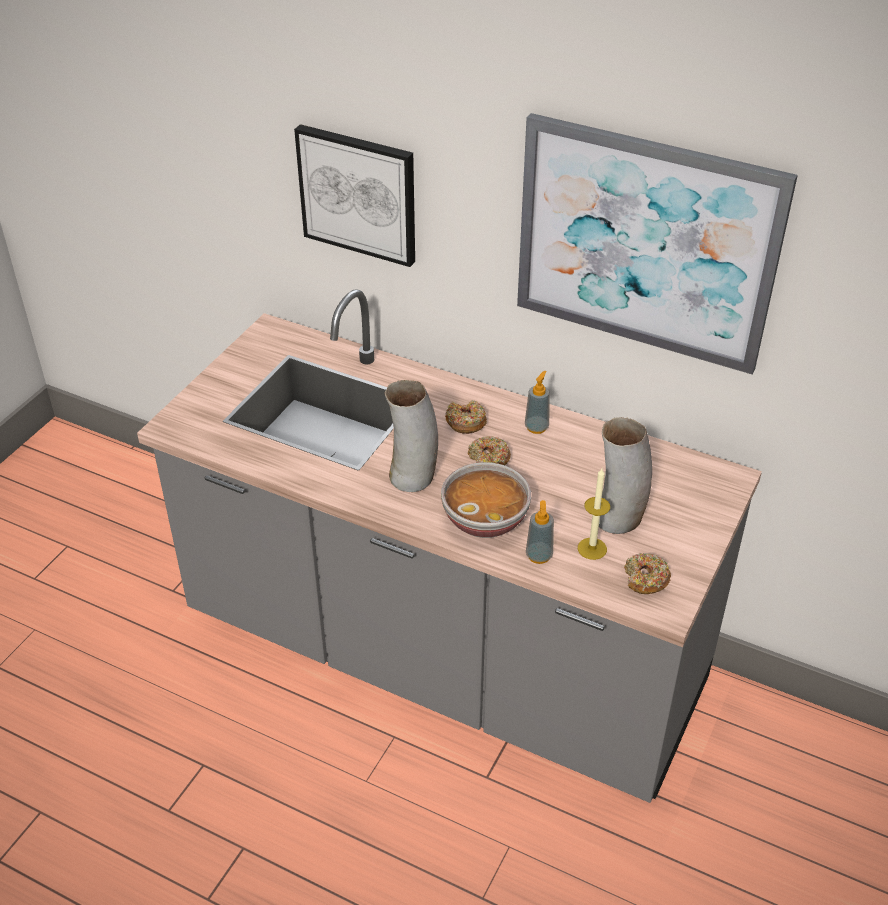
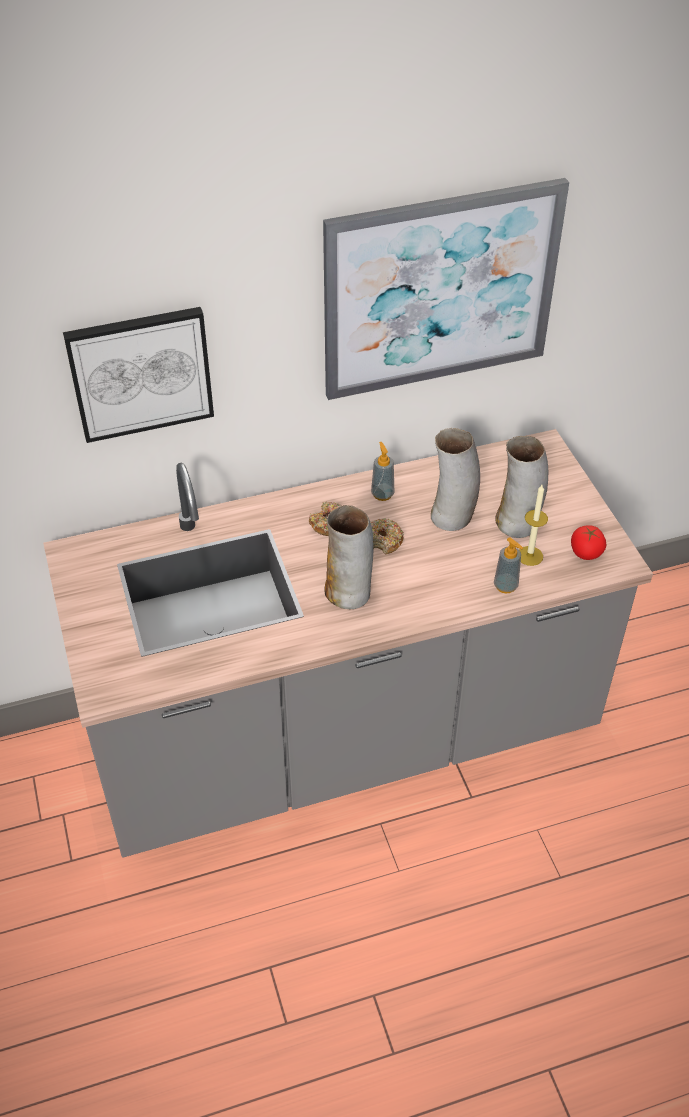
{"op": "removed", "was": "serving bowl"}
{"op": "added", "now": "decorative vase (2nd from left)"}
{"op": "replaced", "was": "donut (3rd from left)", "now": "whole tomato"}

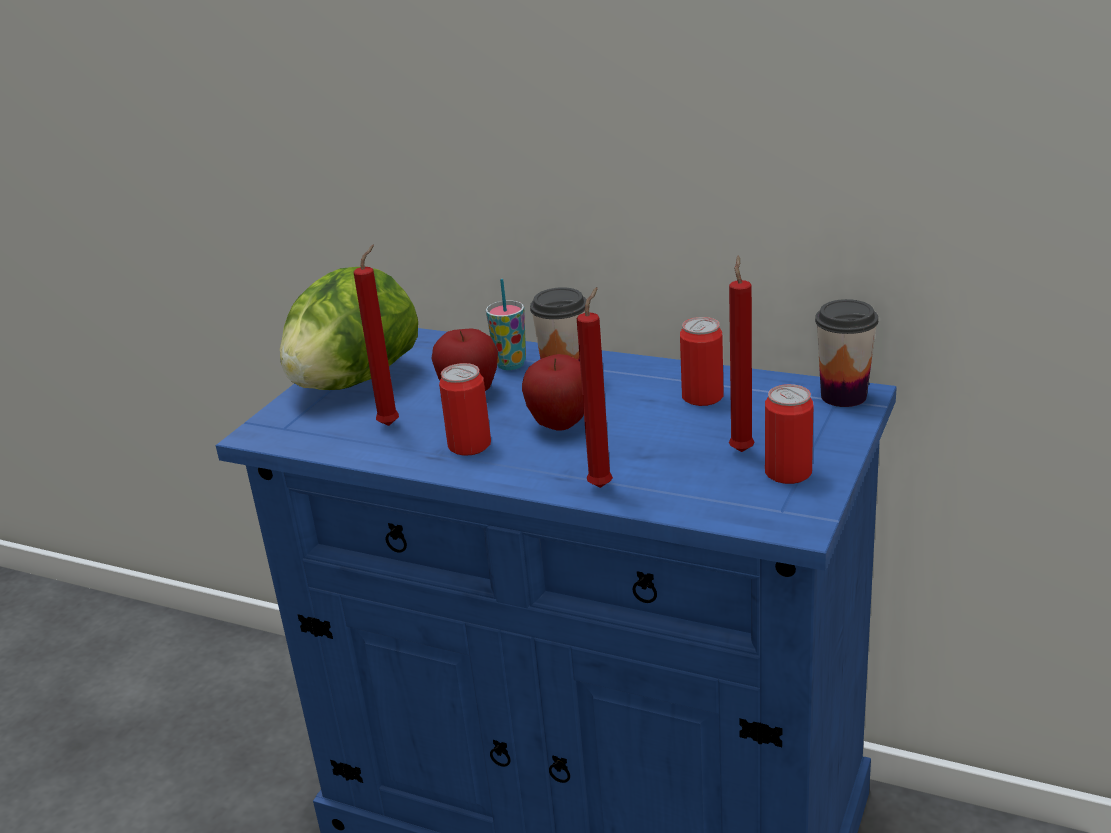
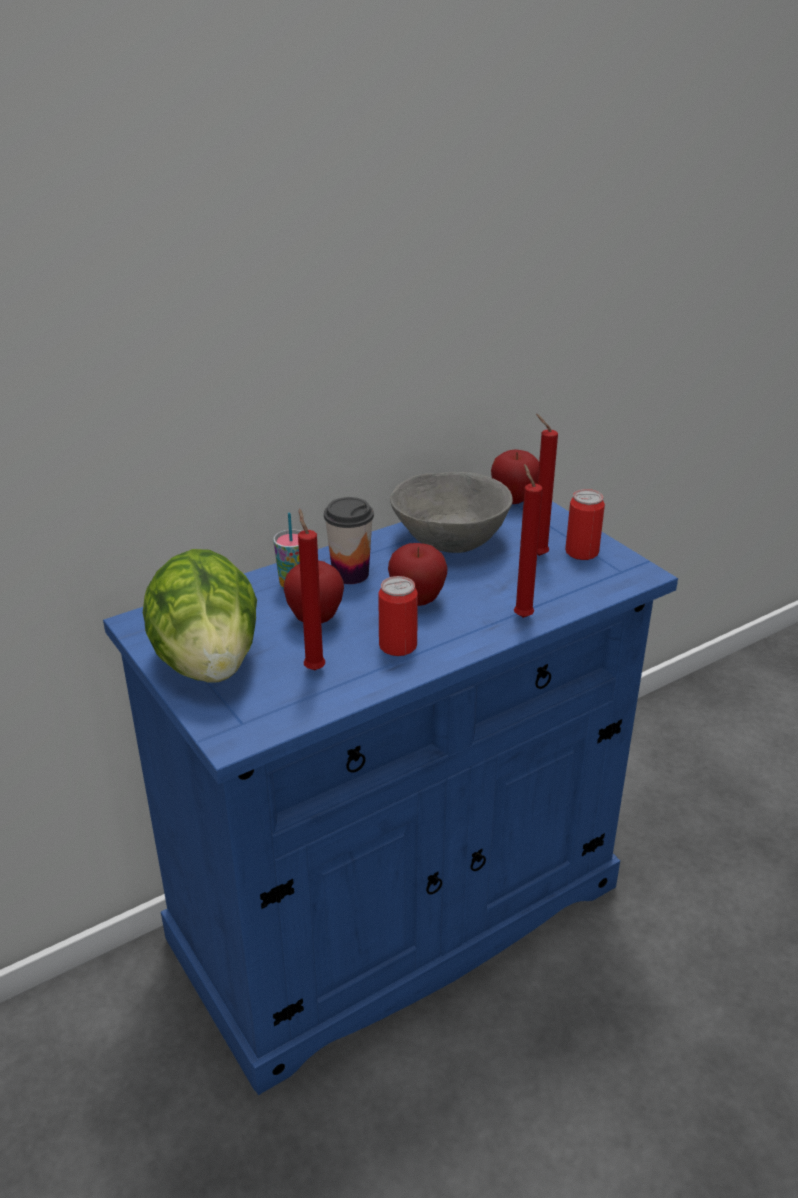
{"op": "replaced", "was": "metal can (2nd from left)", "now": "greyish serving bowl"}
{"op": "replaced", "was": "small cup (3rd from left)", "now": "apple (3rd from left)"}

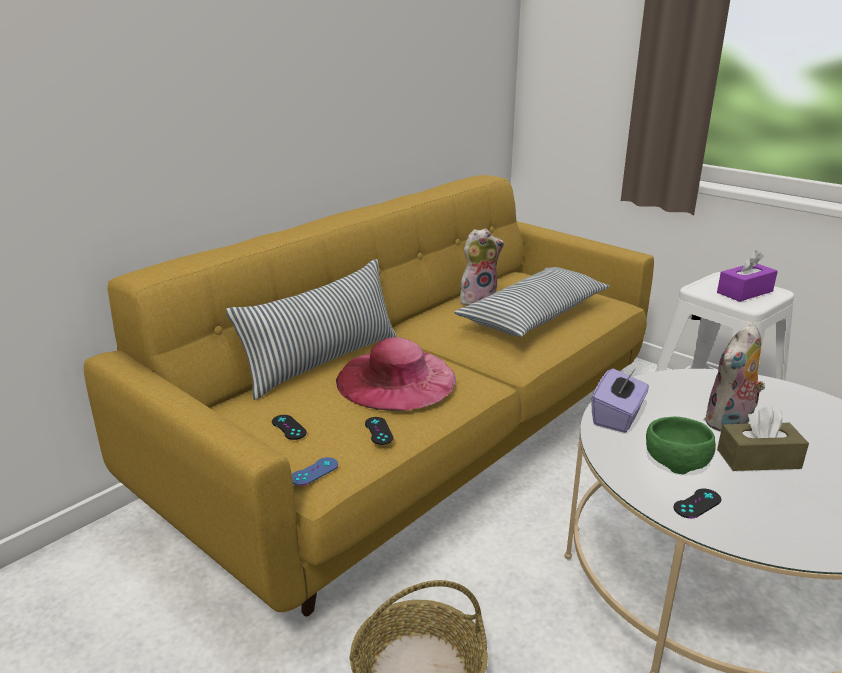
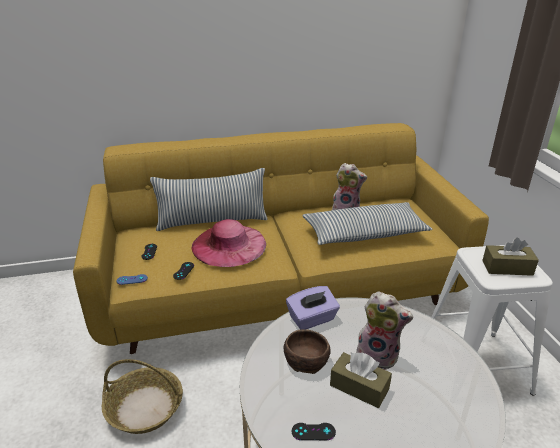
{"op": "moved", "was": "black-coloured joypad (3rd from left)"}
{"op": "recoloured", "was": "green-coloured serving bowl", "now": "brown-coloured serving bowl"}
{"op": "recoloured", "was": "purple box of tissues (2nd from left)", "now": "brown-coloured box of tissues (2nd from left)"}
{"op": "turned", "was": "plush toy (2nd from left)", "clockwise": -150}

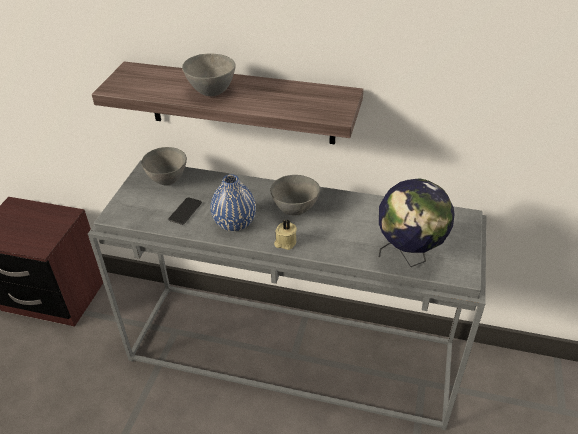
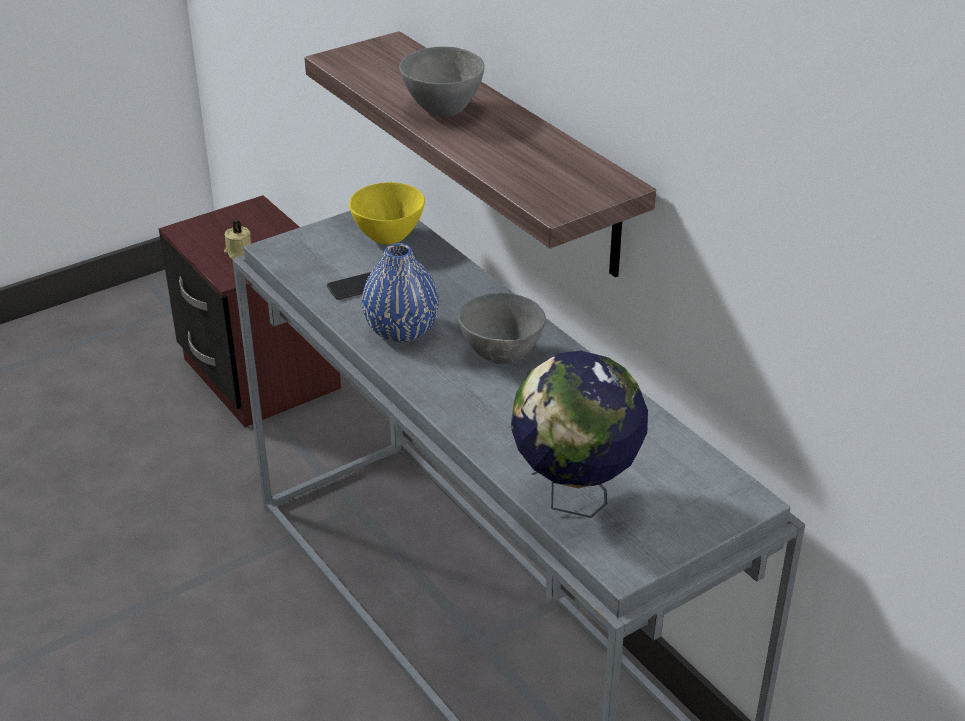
{"op": "moved", "was": "beige wax light"}
{"op": "recoloured", "was": "greyish serving bowl (1st from left)", "now": "yellow serving bowl"}

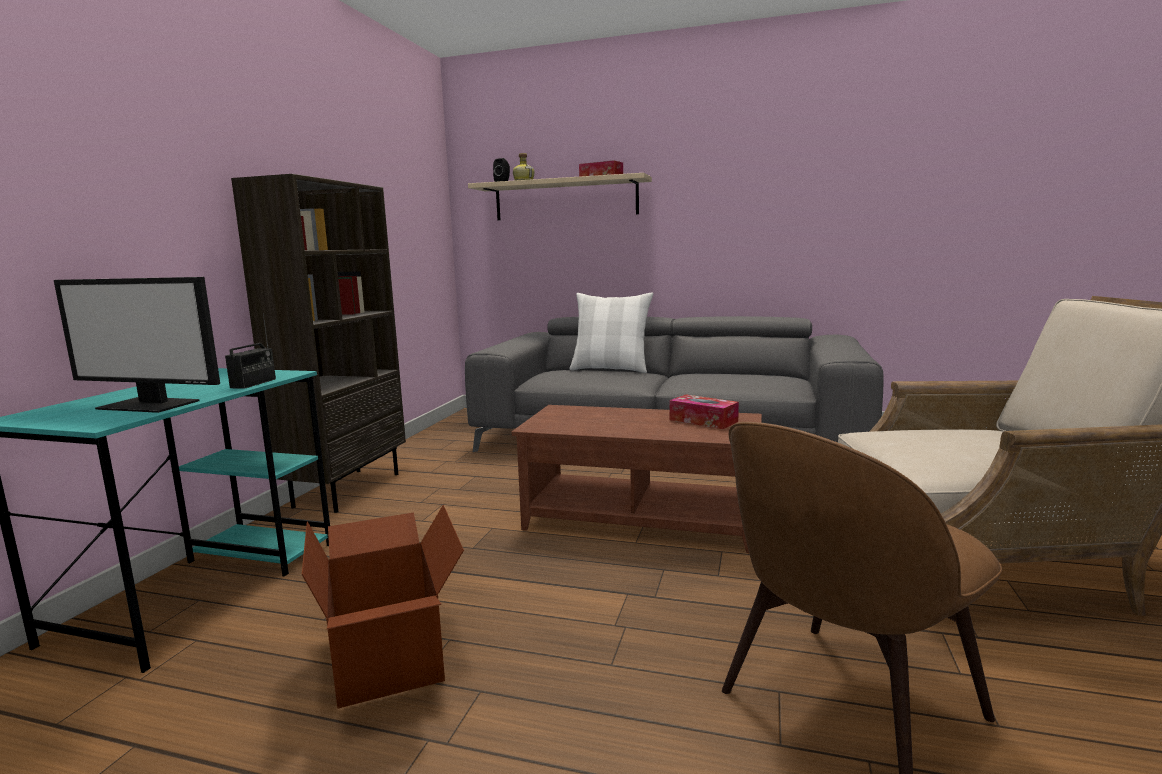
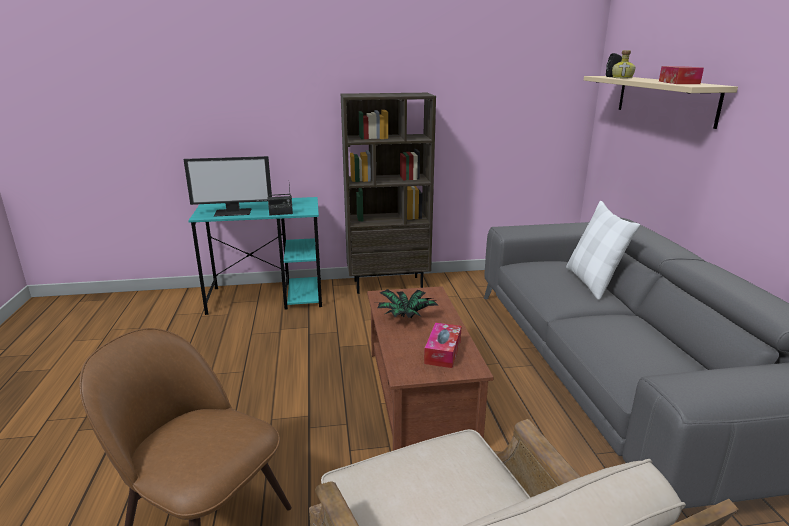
{"op": "removed", "was": "cardboard box"}
{"op": "added", "now": "potted plant"}
{"op": "turned", "was": "computer display", "clockwise": -90}

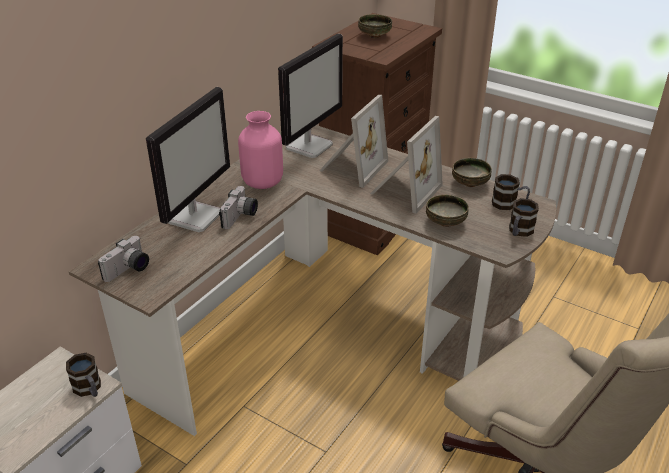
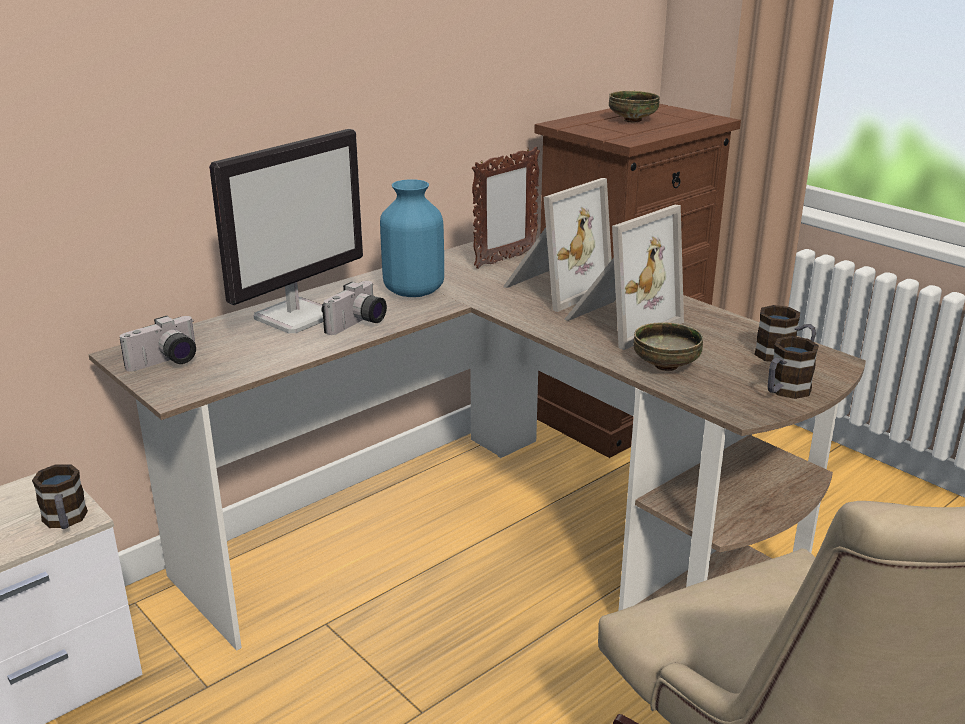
{"op": "removed", "was": "serving bowl (3rd from left)"}
{"op": "replaced", "was": "computer display (2nd from left)", "now": "standing frame (1st from left)"}
{"op": "recoloured", "was": "pink decorative vase", "now": "blue decorative vase"}

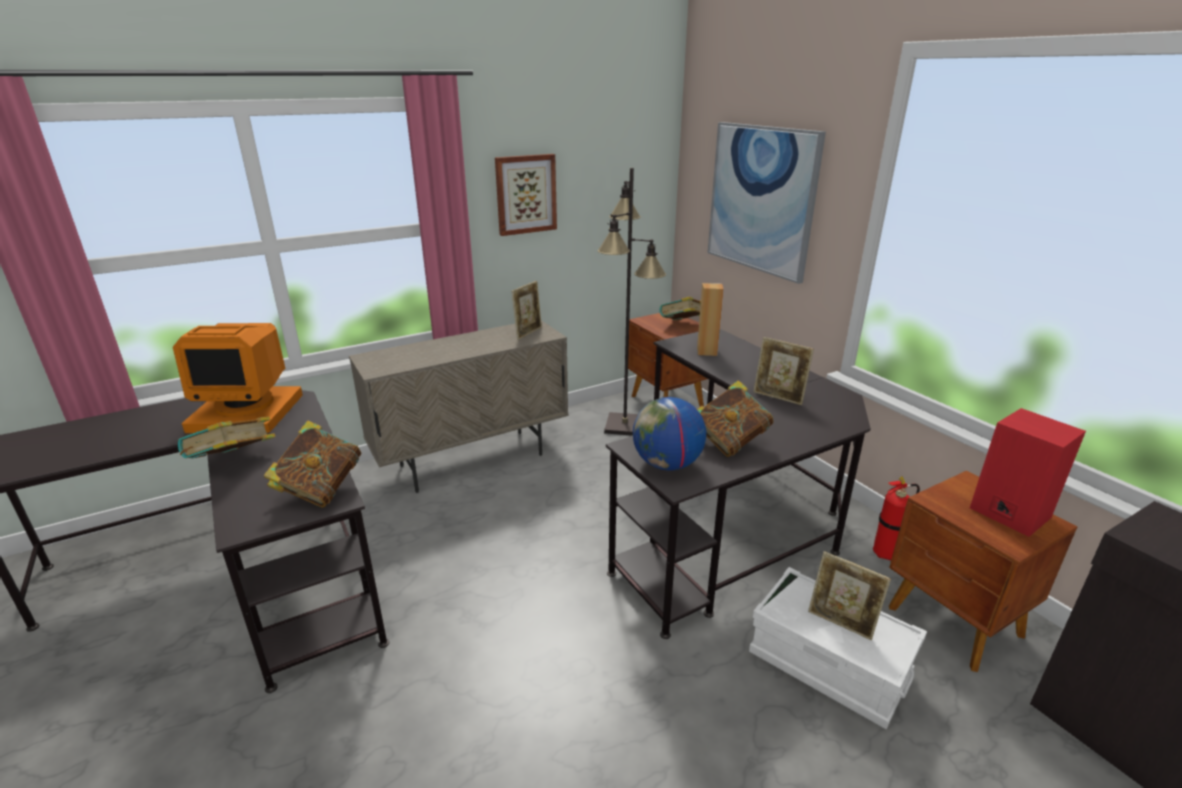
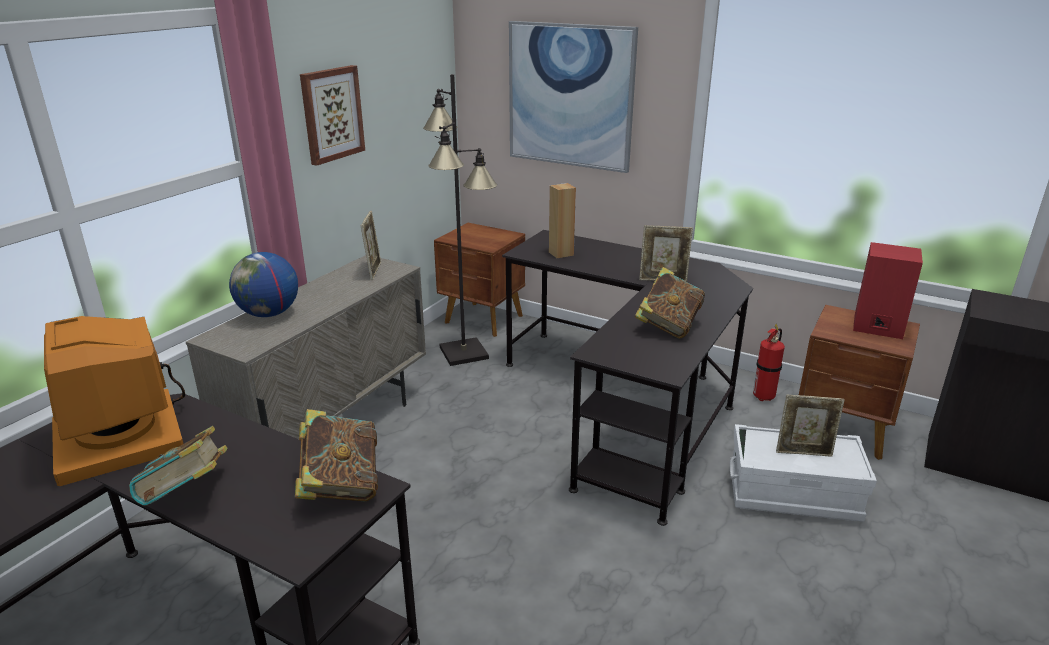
{"op": "removed", "was": "book (3rd from left)"}
{"op": "moved", "was": "globe"}
{"op": "turned", "was": "computer display", "clockwise": 90}

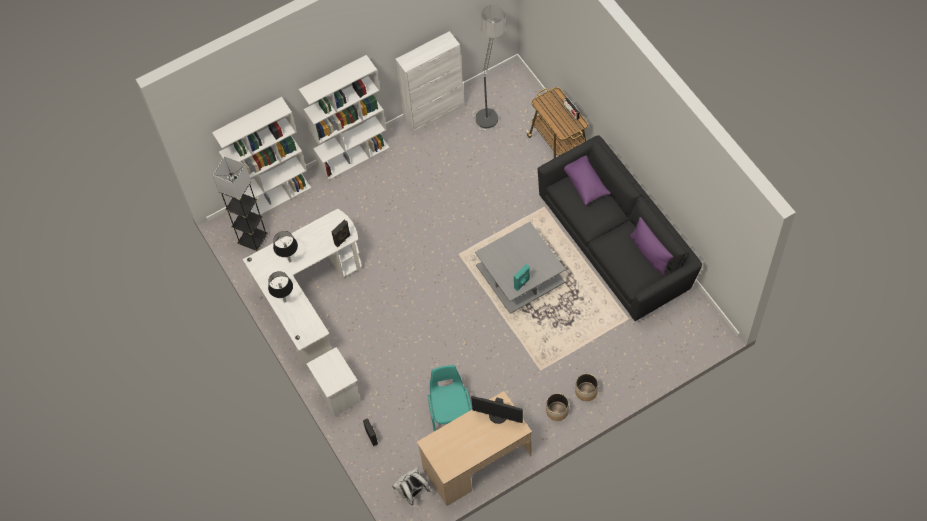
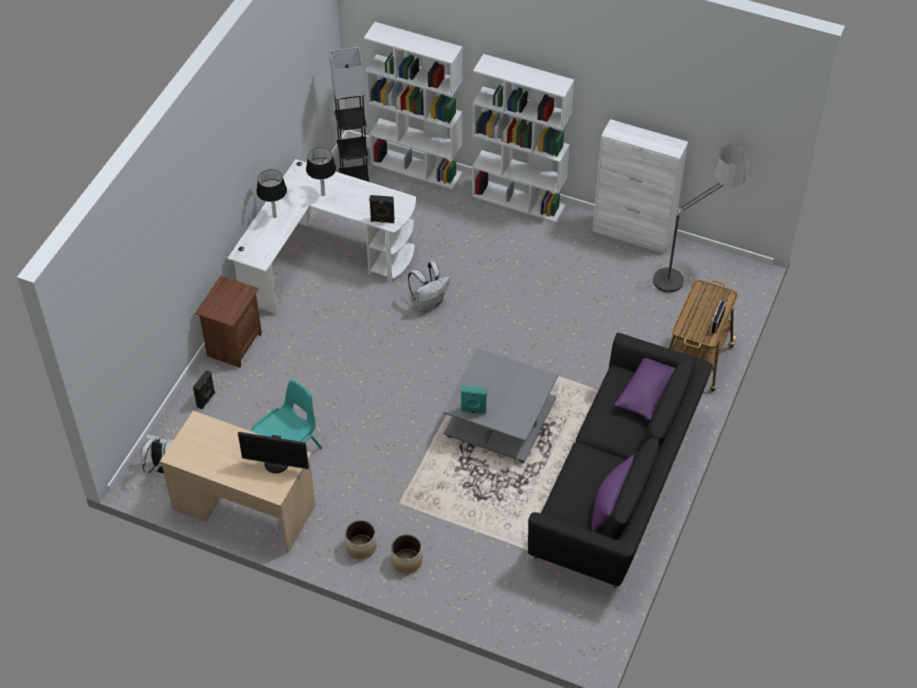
{"op": "added", "now": "white knapsack (2nd from left)"}
{"op": "recoloured", "was": "white night table", "now": "brown-coloured night table"}
{"op": "turned", "was": "computer display", "clockwise": -60}

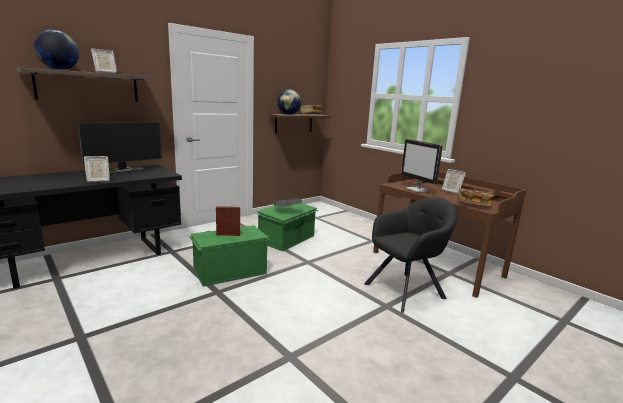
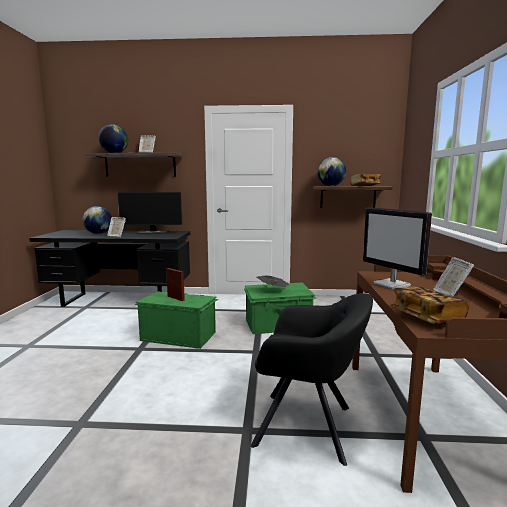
{"op": "added", "now": "globe (1st from left)"}
{"op": "turned", "was": "computer display (2nd from left)", "clockwise": -45}

